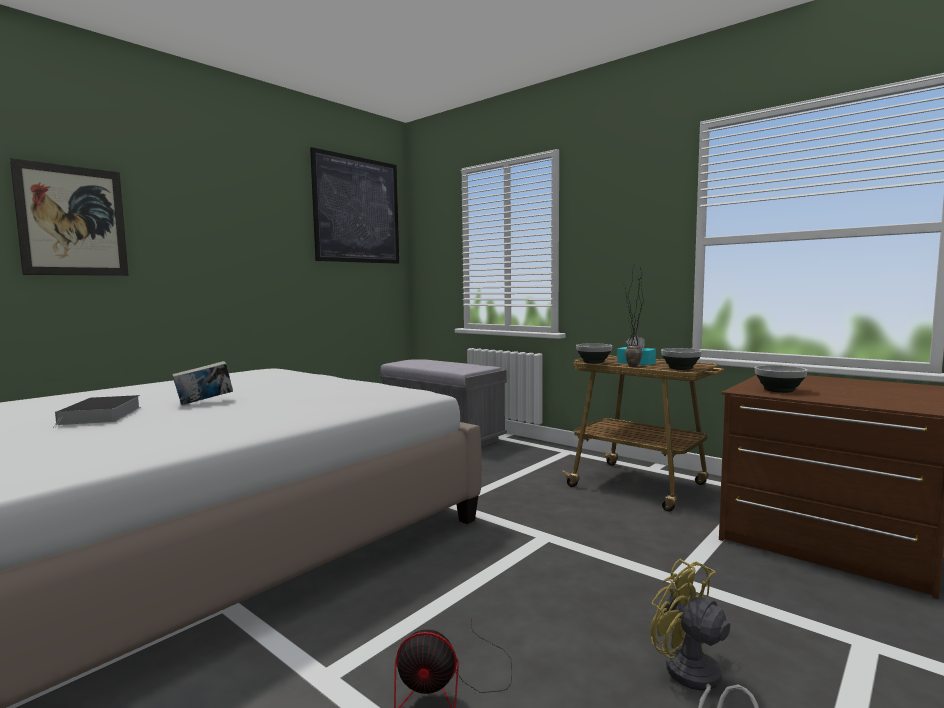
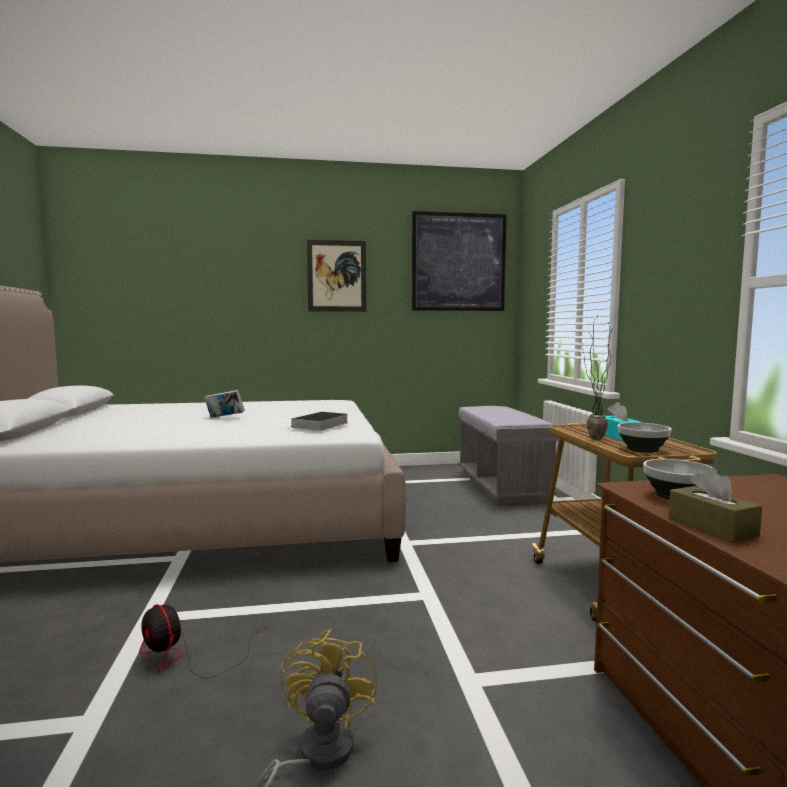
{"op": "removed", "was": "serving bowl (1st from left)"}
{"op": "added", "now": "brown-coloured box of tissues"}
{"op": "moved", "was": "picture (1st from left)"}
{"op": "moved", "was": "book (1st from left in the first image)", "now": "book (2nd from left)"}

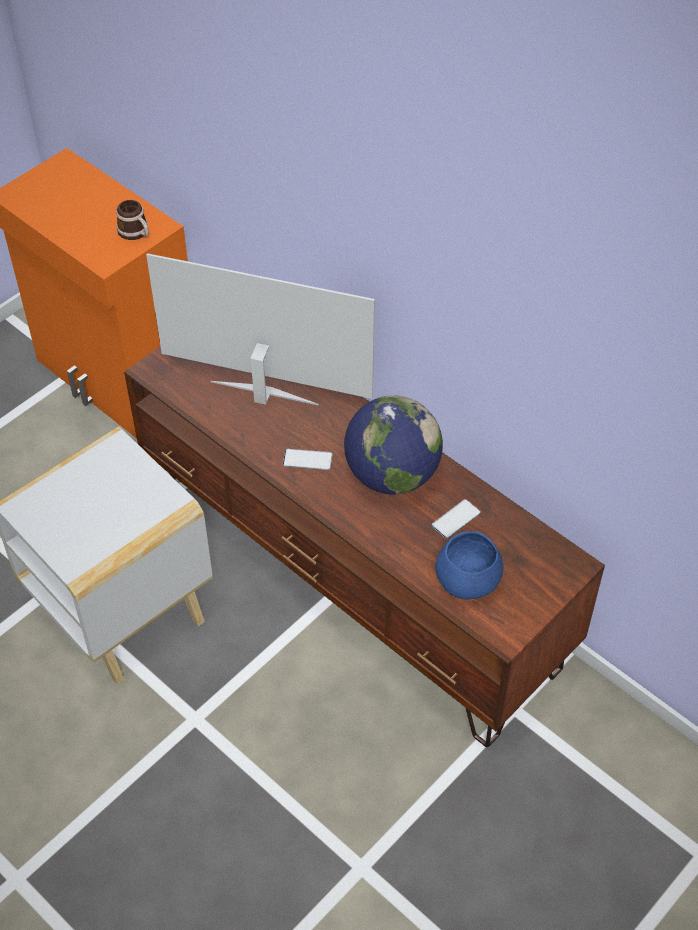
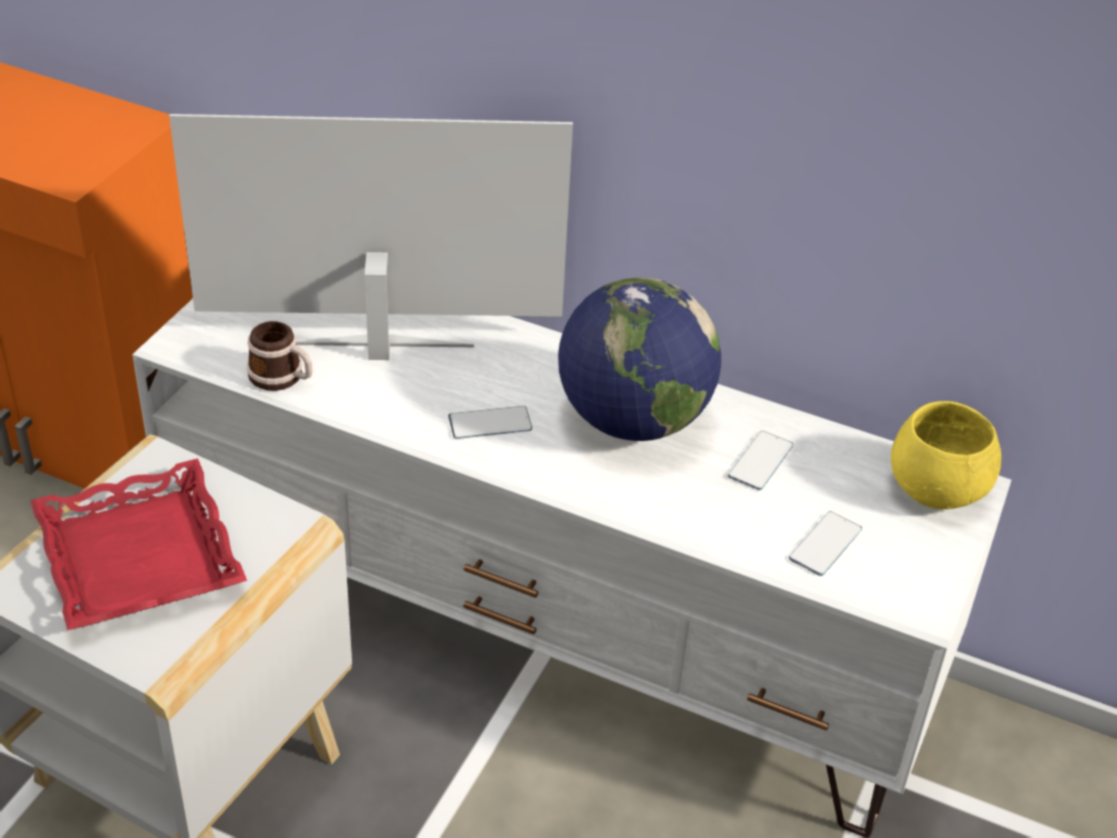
{"op": "added", "now": "red-coloured tray"}
{"op": "added", "now": "yellow serving bowl"}
{"op": "moved", "was": "mug"}
{"op": "replaced", "was": "blue serving bowl", "now": "phone (3rd from left)"}
{"op": "recoloured", "was": "brown-coloured media console", "now": "white media console"}

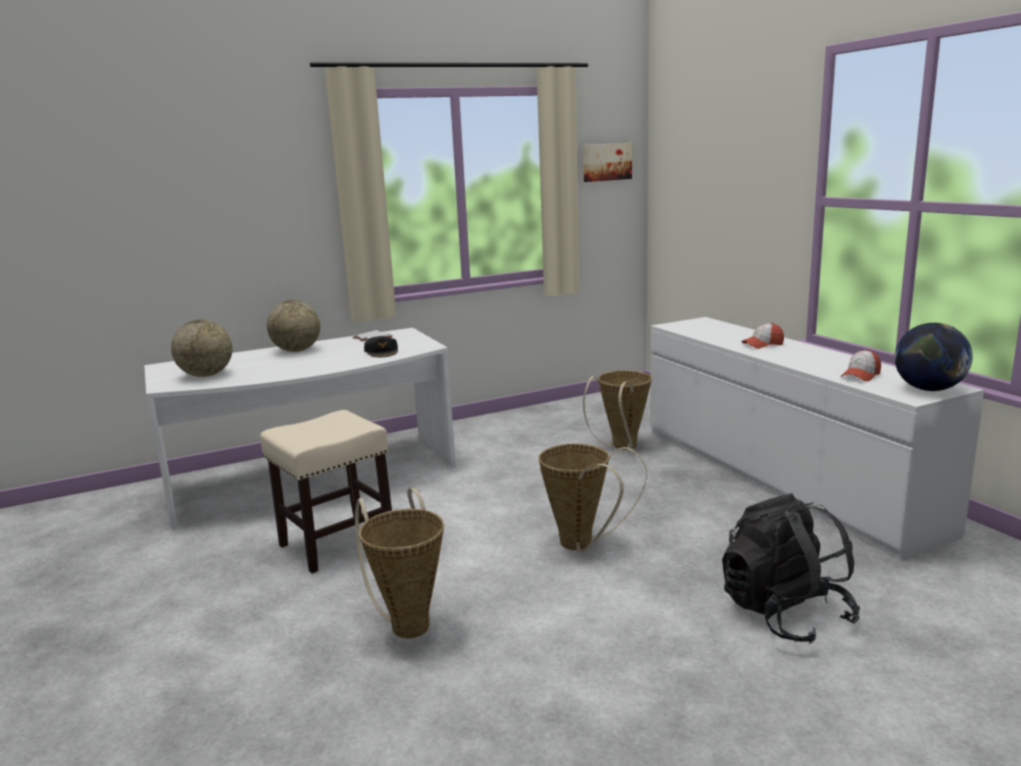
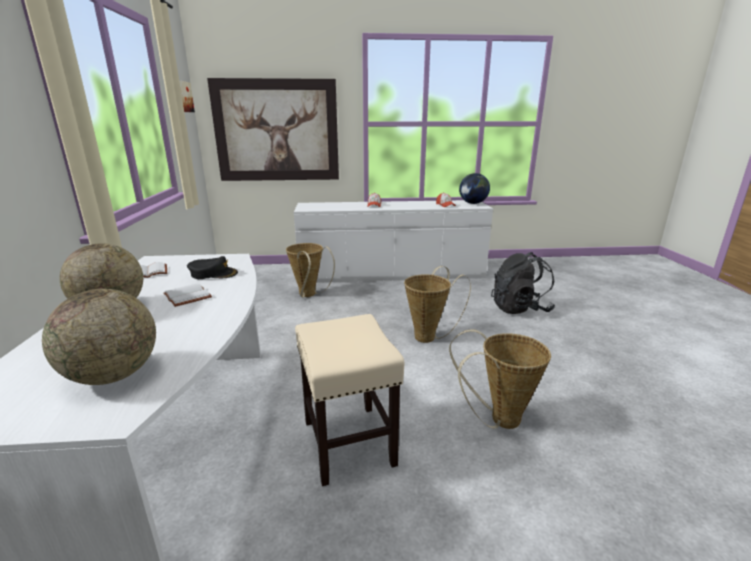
{"op": "added", "now": "white book (2nd from left)"}
{"op": "added", "now": "picture (2nd from left)"}

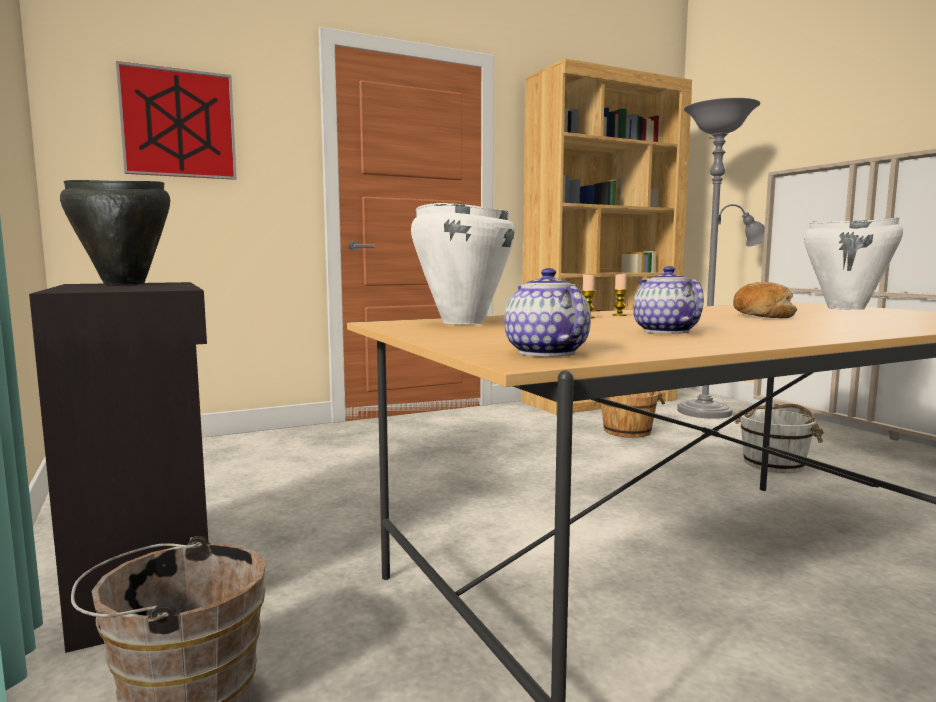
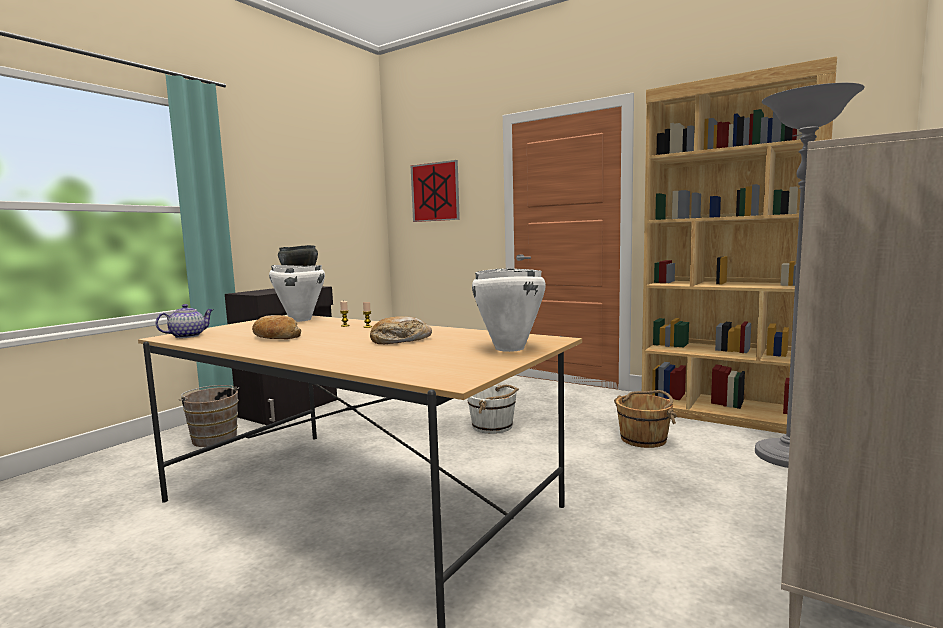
{"op": "moved", "was": "white bucket"}
{"op": "replaced", "was": "pot for tea (2nd from left)", "now": "bread (1st from left)"}

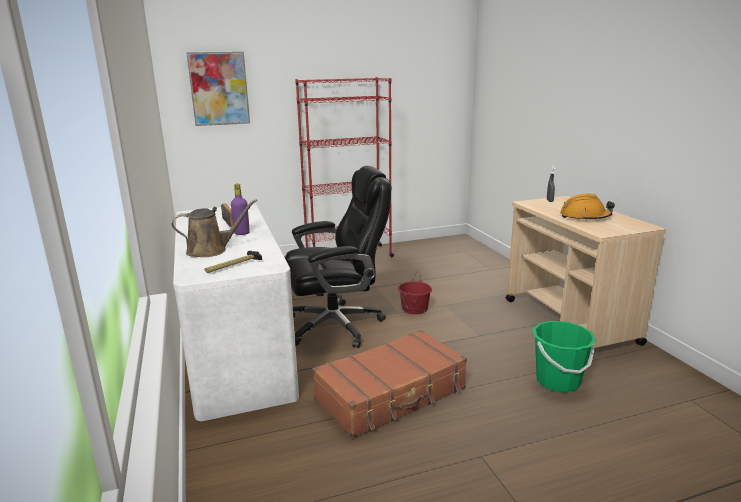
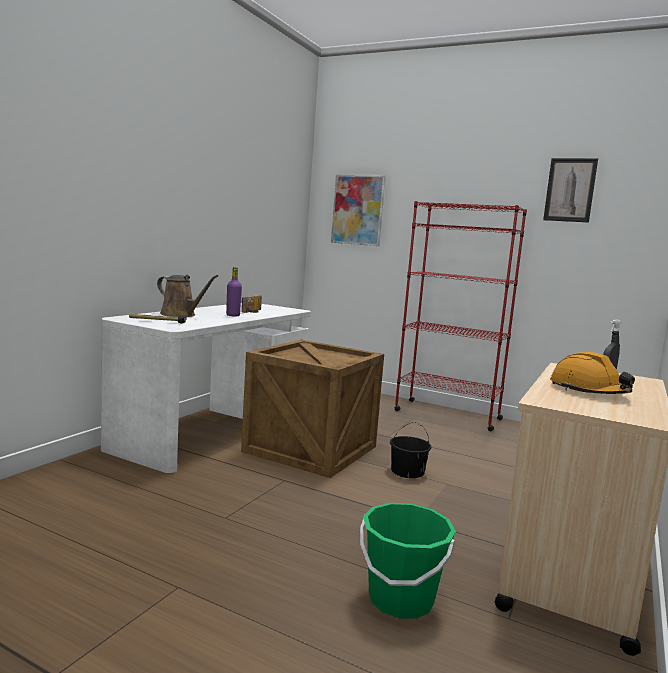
{"op": "removed", "was": "brown-coloured suitcase"}
{"op": "added", "now": "picture (2nd from left)"}
{"op": "replaced", "was": "black-coloured office chair", "now": "packing crate"}
{"op": "recoloured", "was": "red-coloured bucket", "now": "black-coloured bucket"}

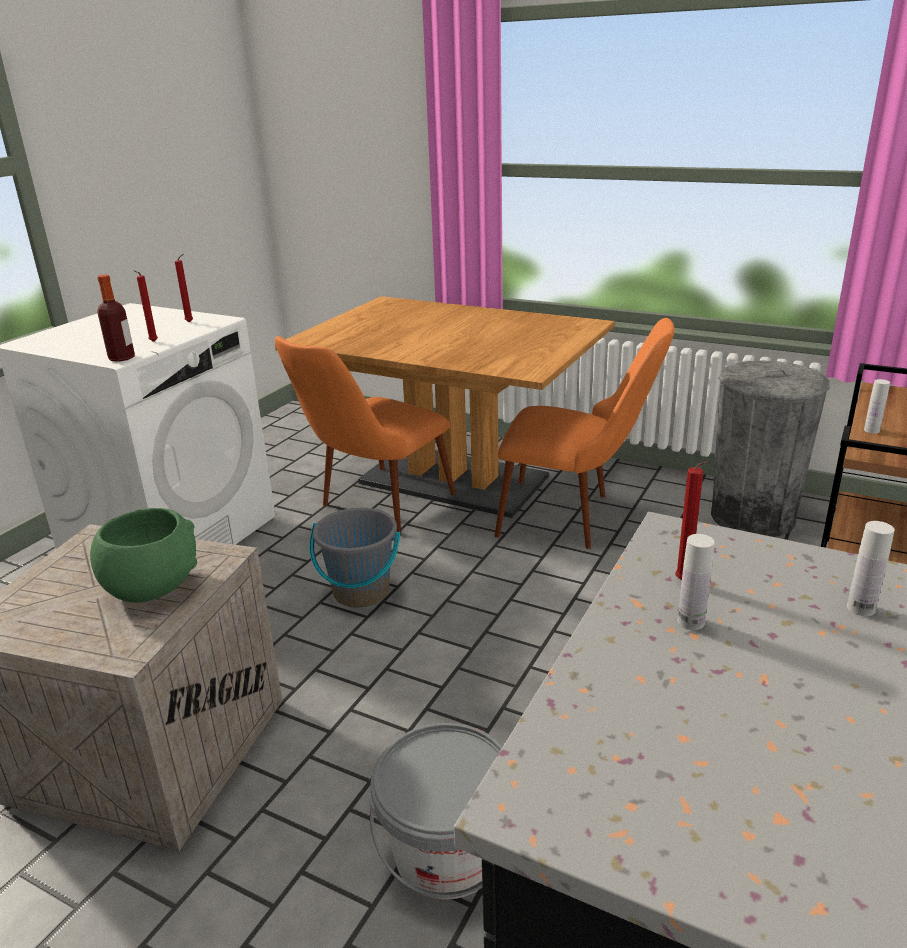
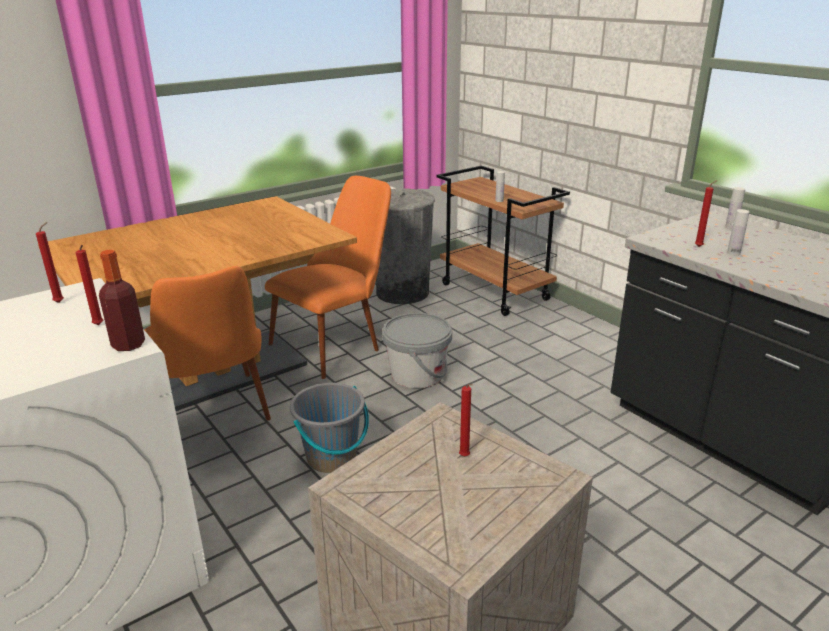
{"op": "moved", "was": "greyish bucket (2nd from left)"}
{"op": "replaced", "was": "green-coloured serving bowl", "now": "red-coloured wax light (3rd from left)"}

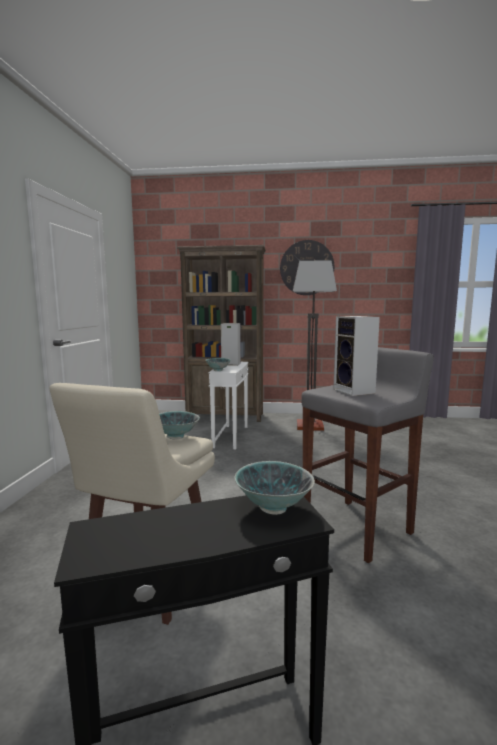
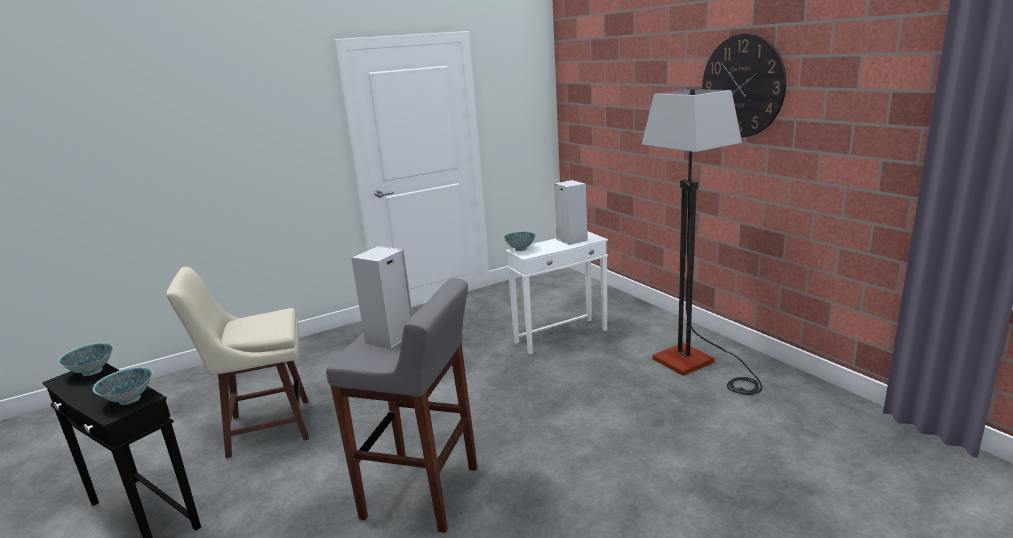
{"op": "removed", "was": "brown-coloured shelving unit"}
{"op": "moved", "was": "serving bowl (1st from left)"}

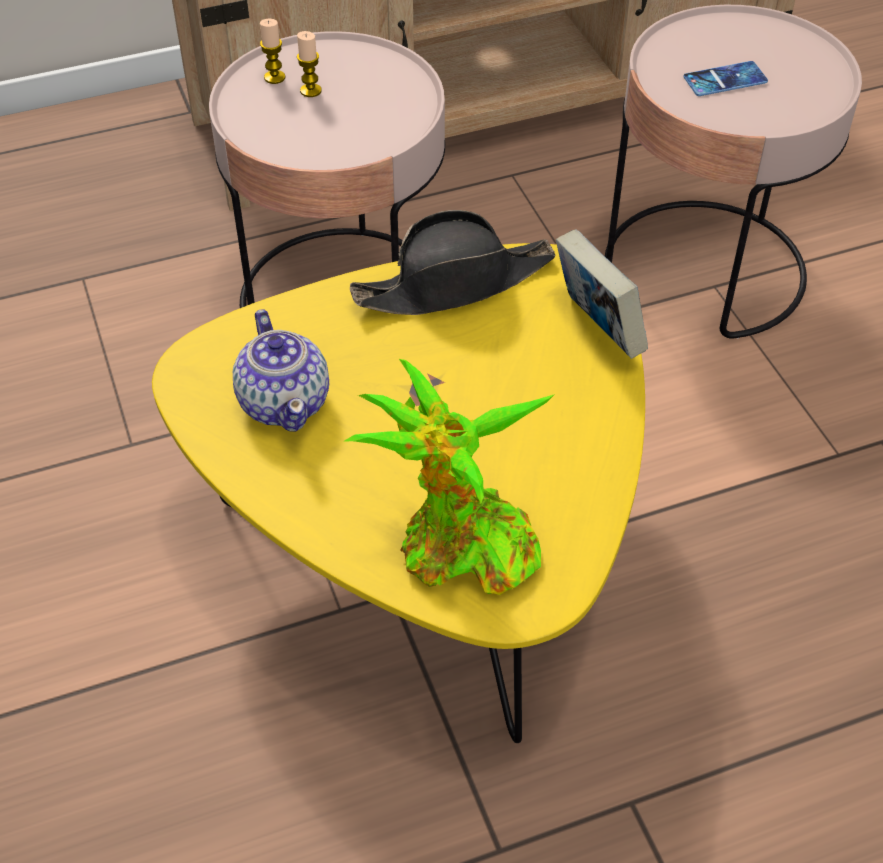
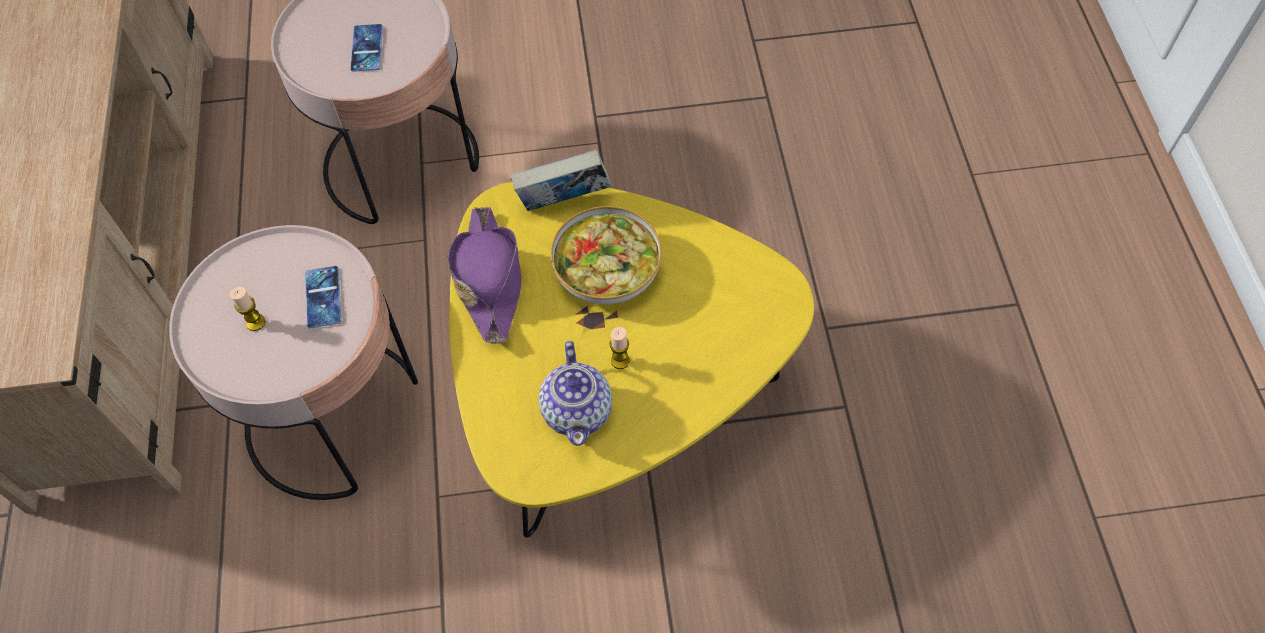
{"op": "removed", "was": "potted plant"}
{"op": "added", "now": "phone (1st from left)"}
{"op": "added", "now": "serving bowl"}
{"op": "moved", "was": "wax light (1st from left in the first image)", "now": "wax light (2nd from left)"}
{"op": "recoloured", "was": "black-coloured clothing hat", "now": "purple clothing hat"}
{"op": "turned", "was": "pot for tea", "clockwise": 90}

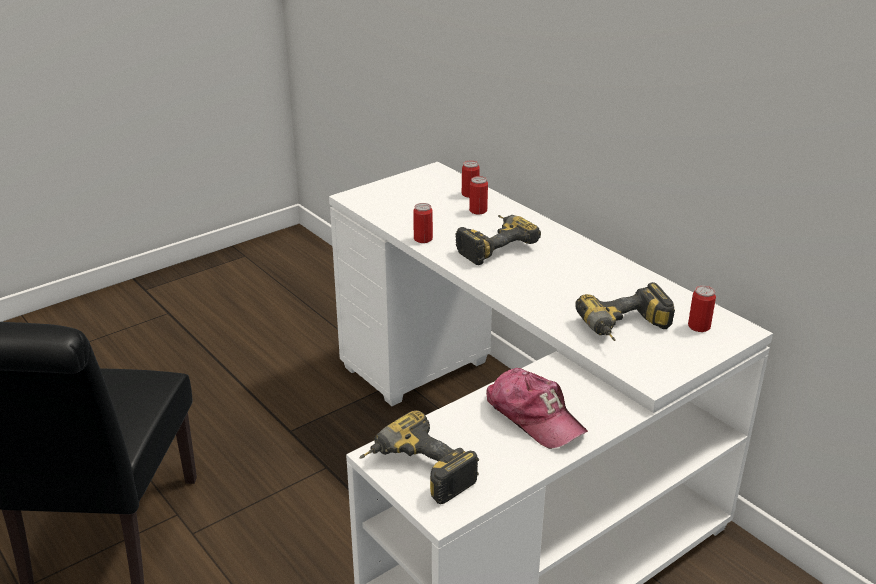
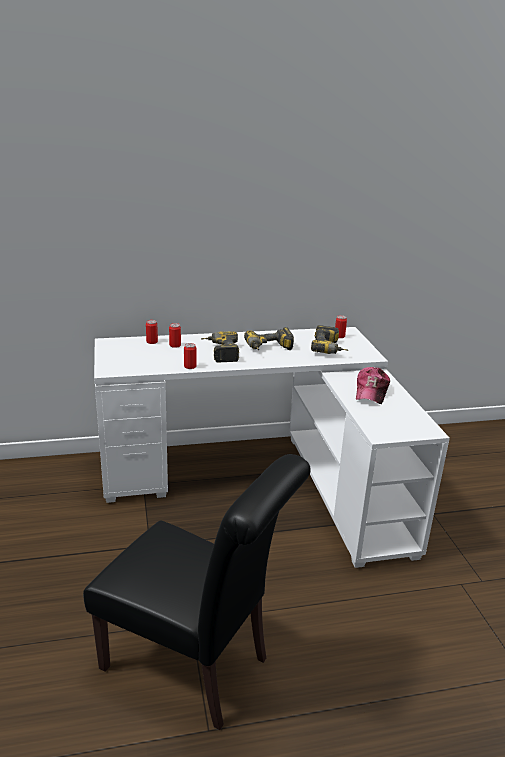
{"op": "moved", "was": "electric drill (1st from left in the first image)", "now": "electric drill (2nd from left)"}
{"op": "turned", "was": "cap", "clockwise": 120}

